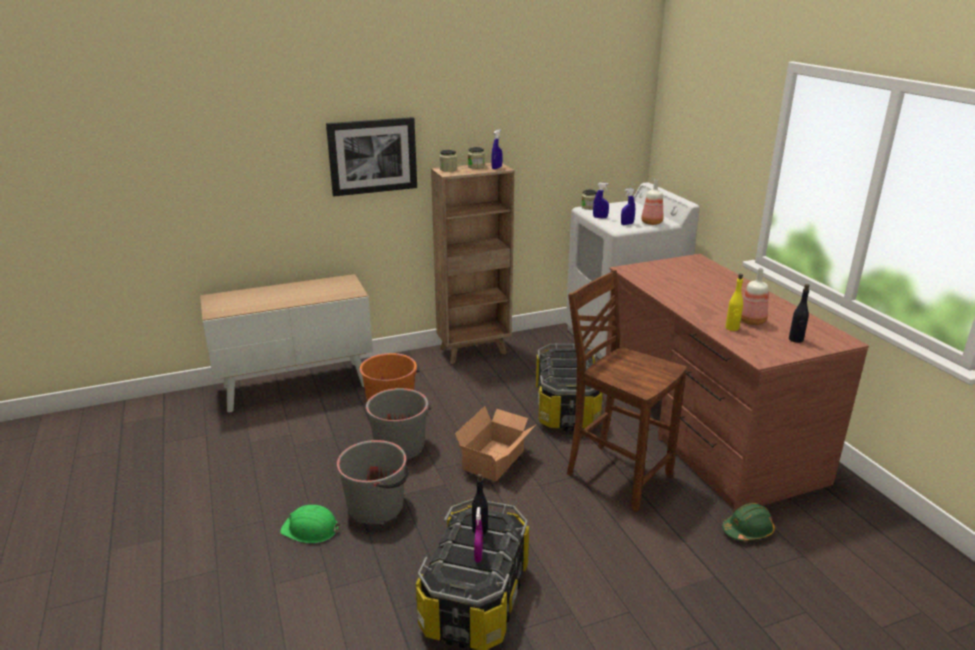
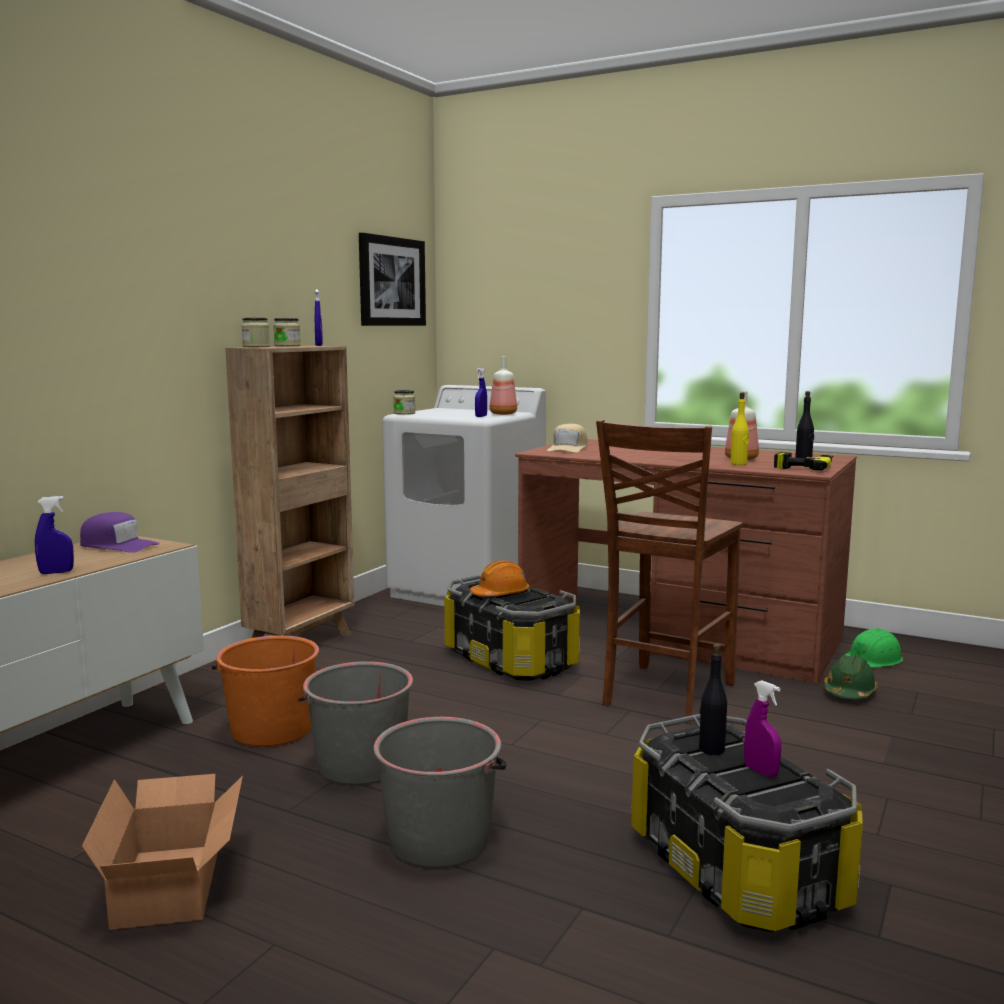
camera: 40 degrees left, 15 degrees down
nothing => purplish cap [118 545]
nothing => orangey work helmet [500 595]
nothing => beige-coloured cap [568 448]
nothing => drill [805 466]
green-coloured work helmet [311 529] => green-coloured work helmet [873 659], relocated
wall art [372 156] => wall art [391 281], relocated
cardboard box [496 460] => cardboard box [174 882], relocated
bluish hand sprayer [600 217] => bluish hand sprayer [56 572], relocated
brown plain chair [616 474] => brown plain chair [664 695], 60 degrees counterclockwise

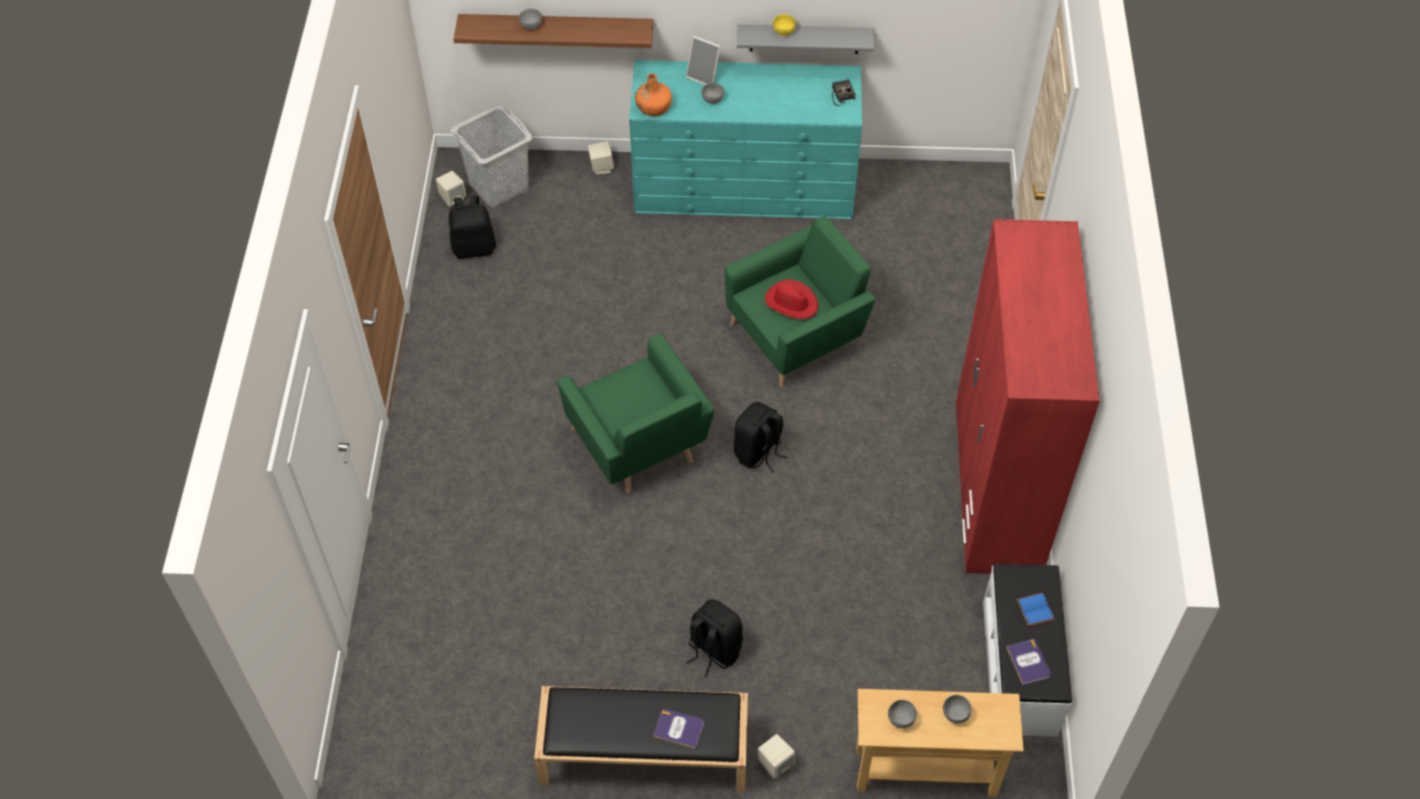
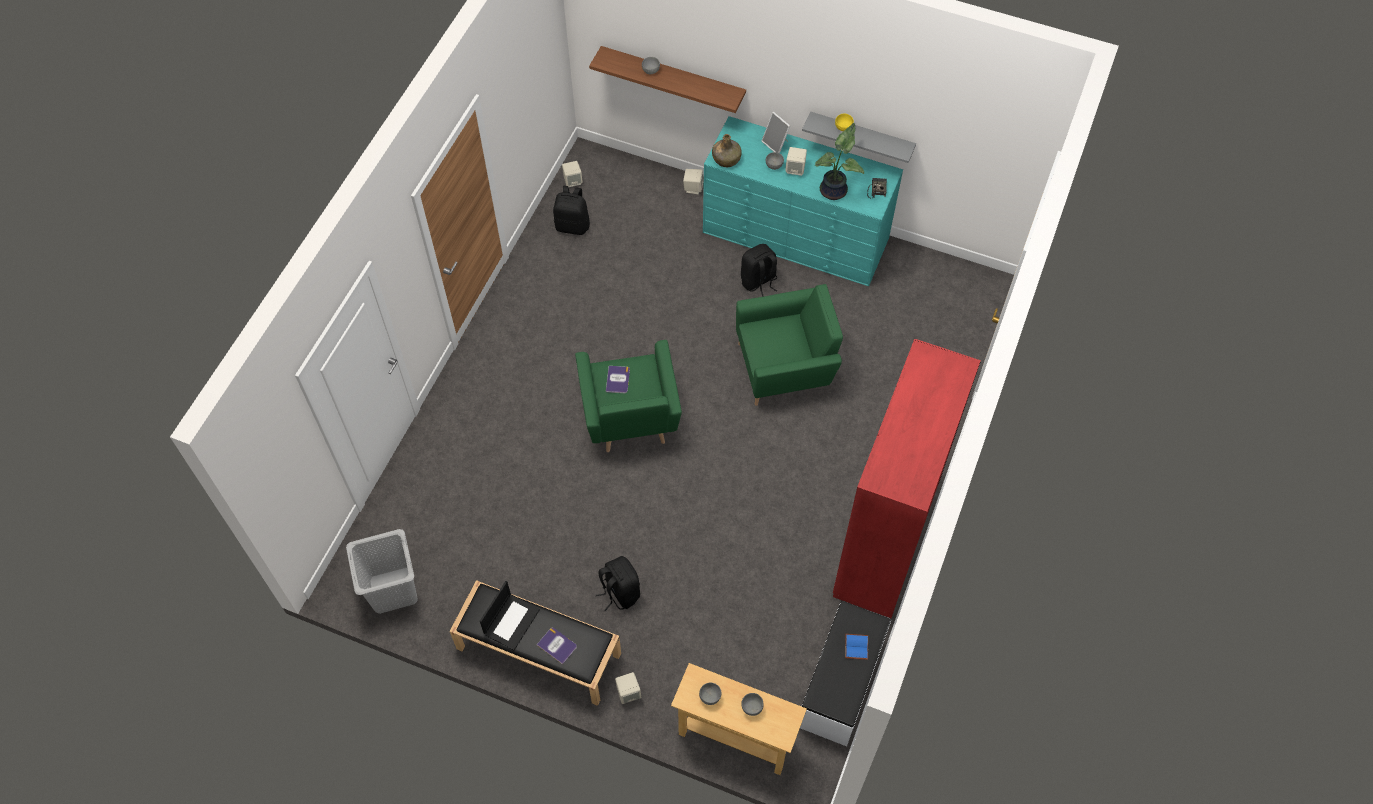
camera: 20 degrees right, 5 degrees up
red hat [791 302] => nothing
nothing => portable computer [511 621]
nothing => beige-coloured audio speaker [795 169]
nothing => potted plant [835 190]
grey hamper [498 186] => grey hamper [392 590], relocated
black-coloured rucksack [758 452] => black-coloured rucksack [758 282], relocated
volume [1028 662] => volume [618 380], relocated
orangey beverage bottle [653 107] => green-coloured beverage bottle [726 159]

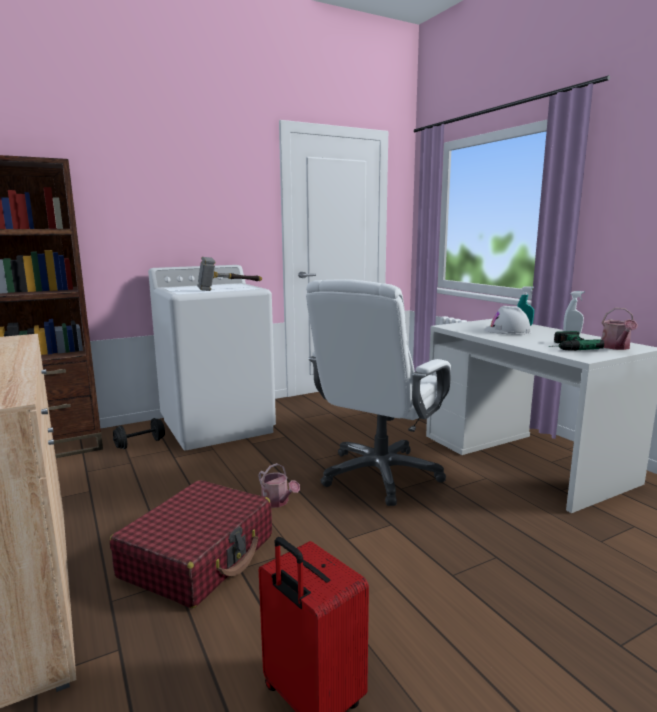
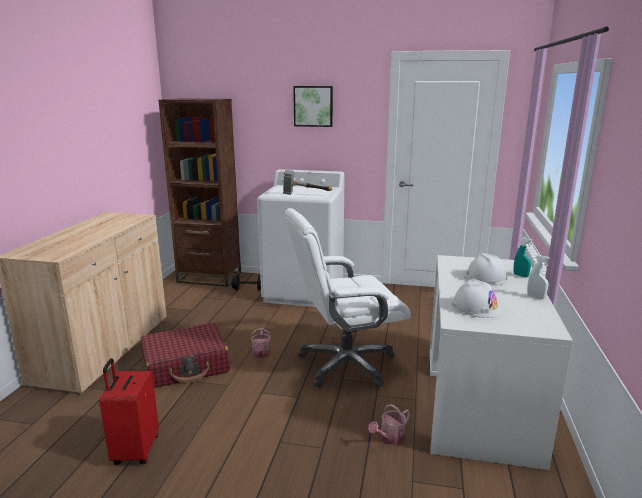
camera: 40 degrees right, 5 degrees up
nothing => wall art [313 106]
watering pot [616 347] => watering pot [390 438], relocated
drill [564 347] => whitish work helmet [476 307]

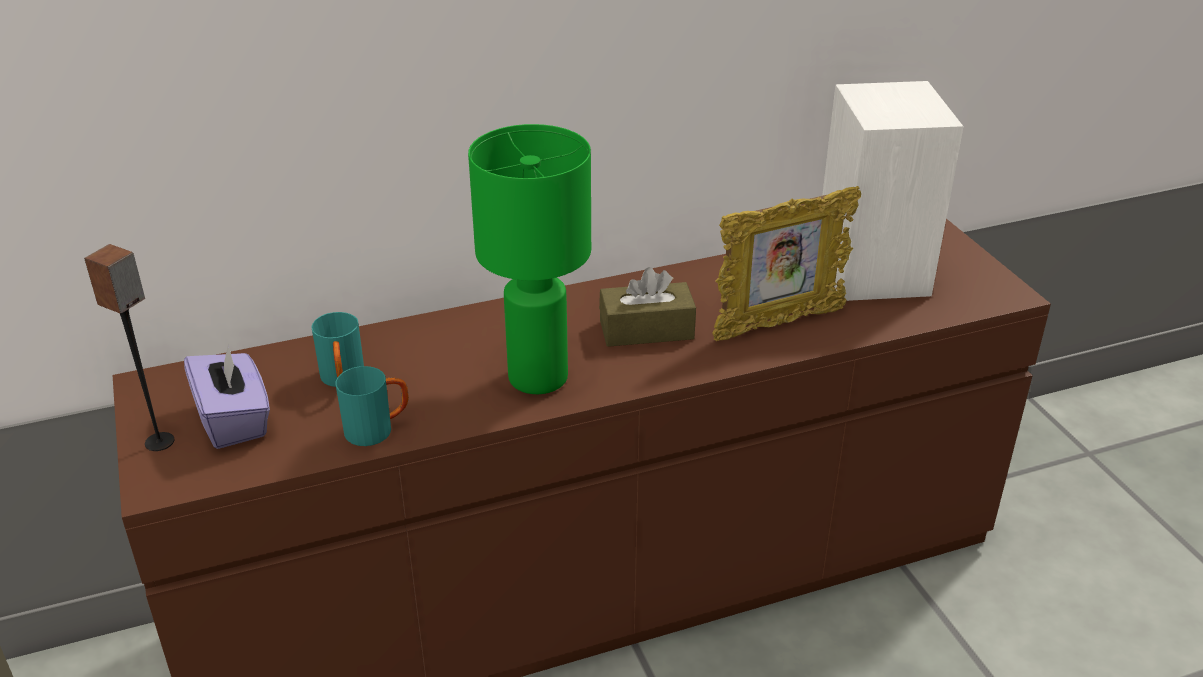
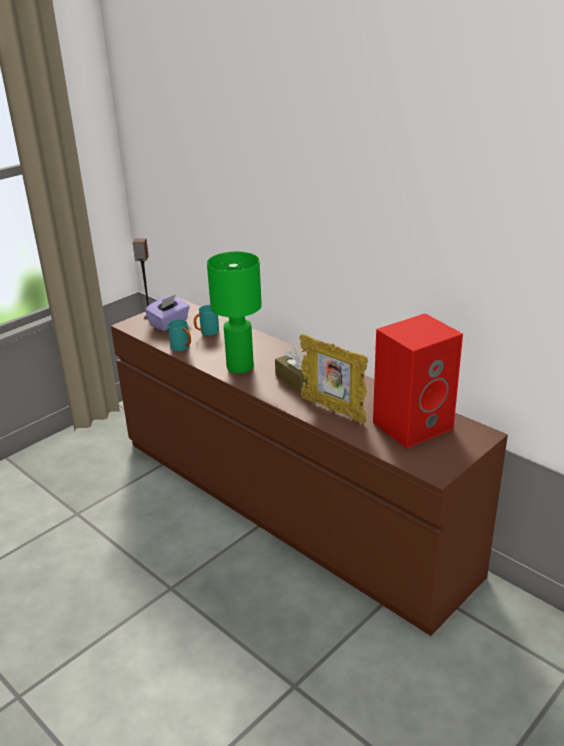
camera: 65 degrees right, 5 degrees down
whitish audio speaker [868 269] => red audio speaker [413 424]

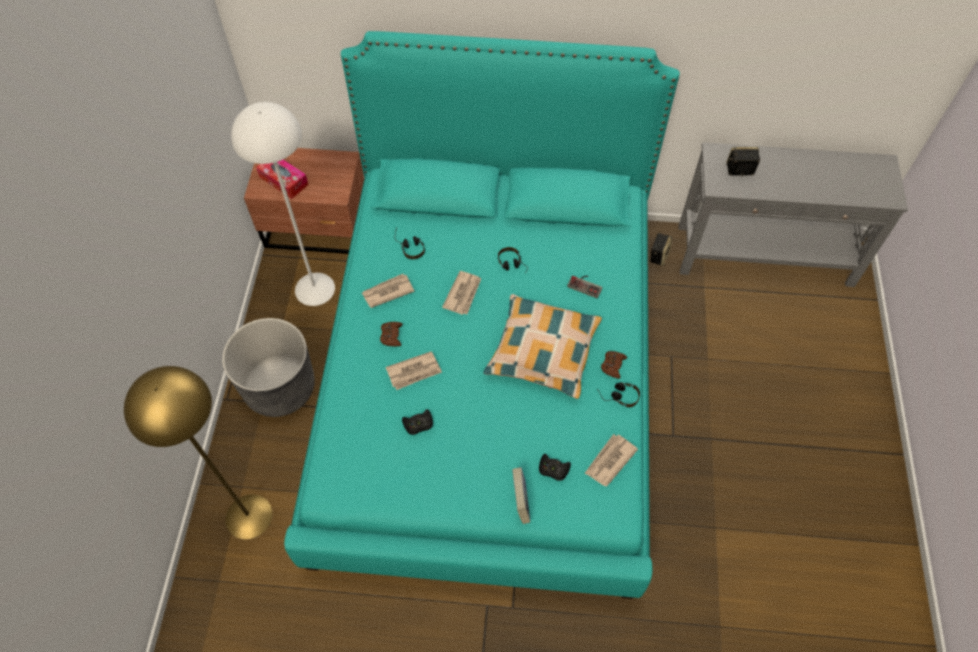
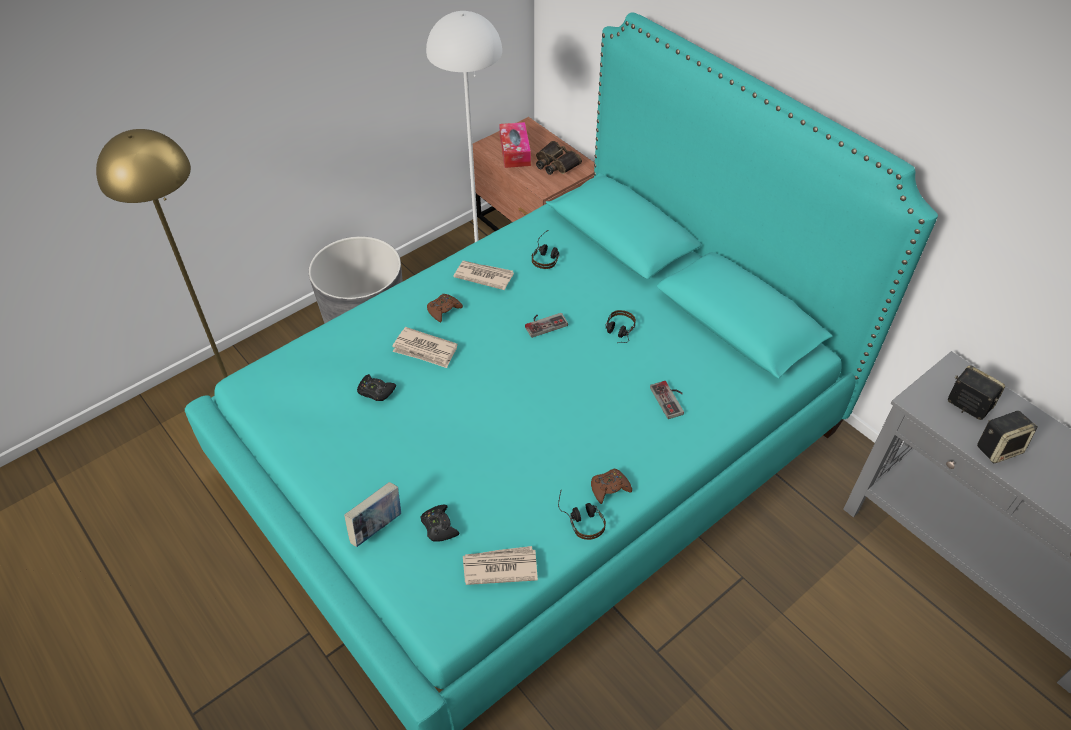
camera: 45 degrees right, 10 degrees down
cushion [543 351] => nothing
nothing => binoculars [555 163]
audio speaker [658 255] => audio speaker [998 448], relocated
daily paper [463 294] => gamepad [544 323]

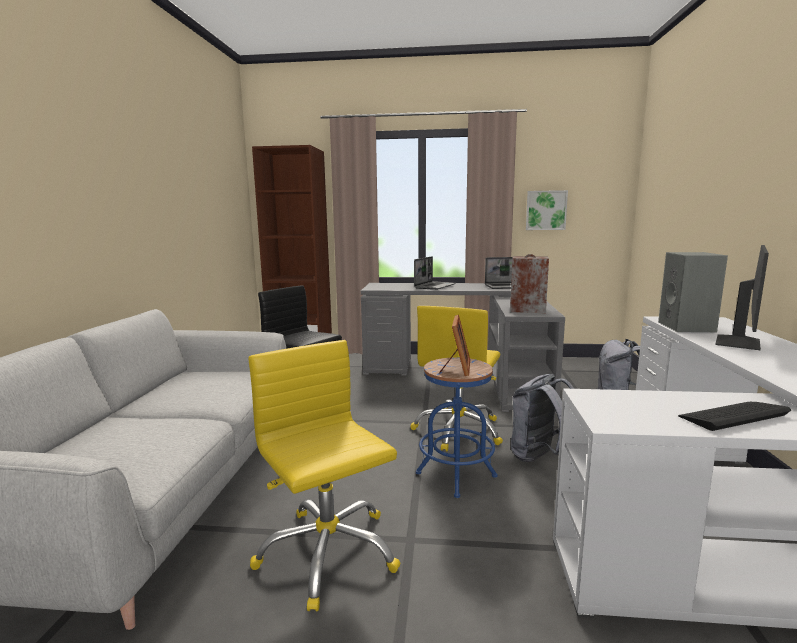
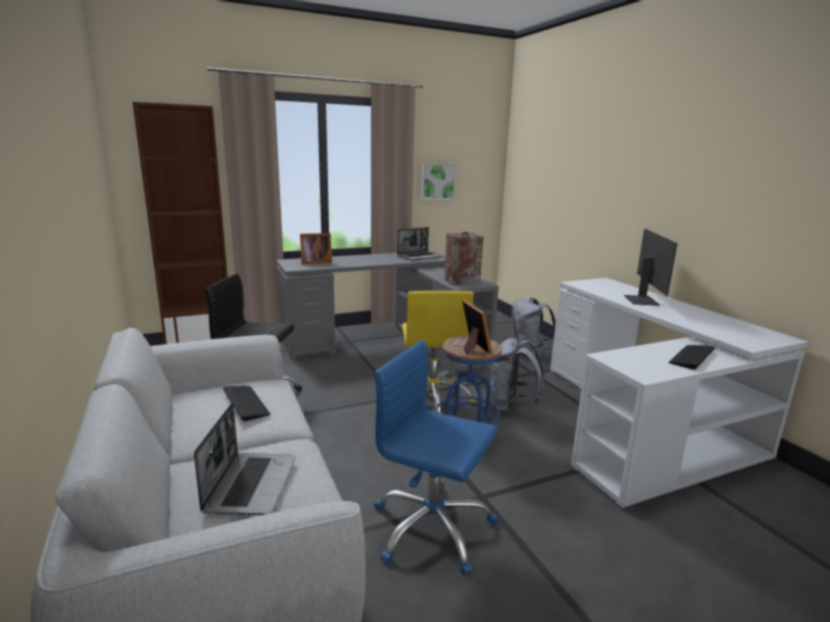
camera: 30 degrees left, 5 degrees up
grey audio speaker [688 327] => nothing
nothing => keyboard [246 403]
nothing => picture frame [315 262]
portable computer [434 286] => portable computer [250 484], relocated
yellow-coloured computer chair [327 552] => bluish computer chair [431 528]

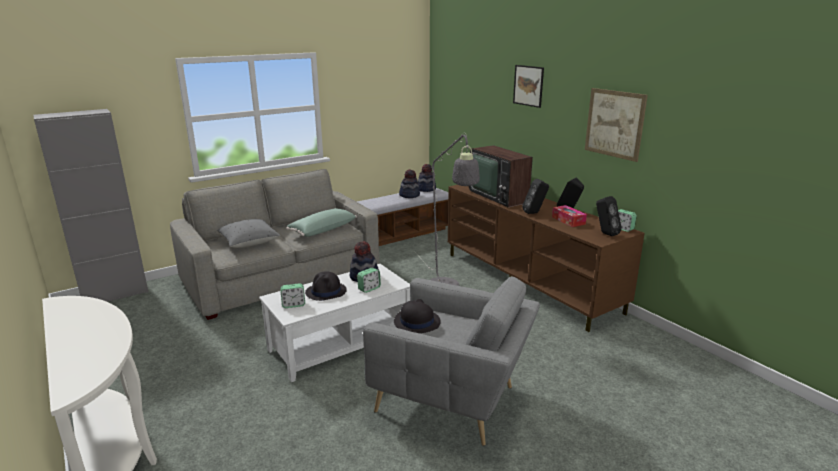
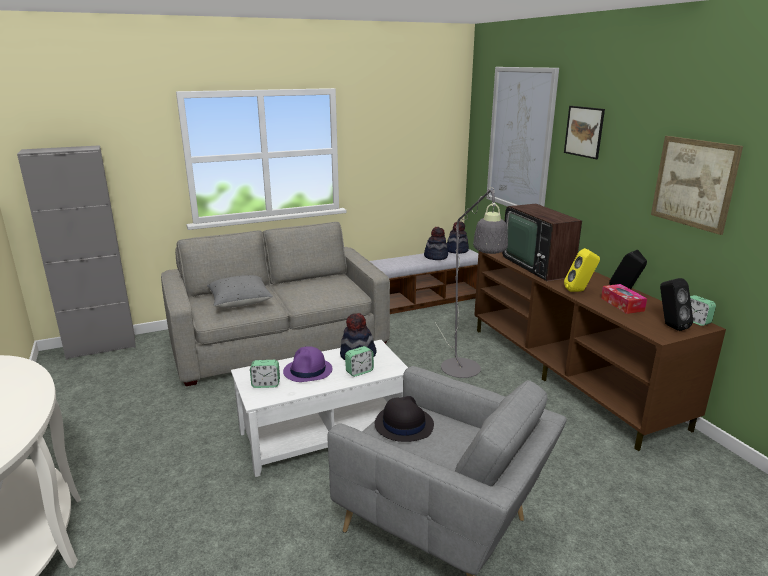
camera: 10 degrees right, 0 degrees up
green-coloured cushion [322 230] => nothing
nothing => wall art [520 140]
black-coloured hat [326 292] => purplish hat [308 371]
black-coloured audio speaker [535 213] => yellow-coloured audio speaker [579 291]

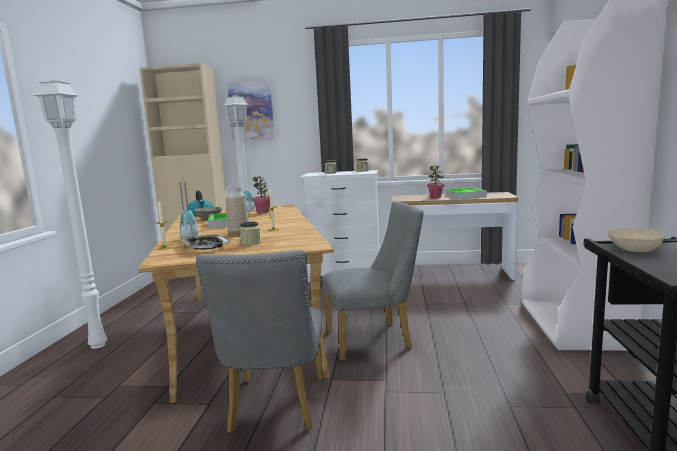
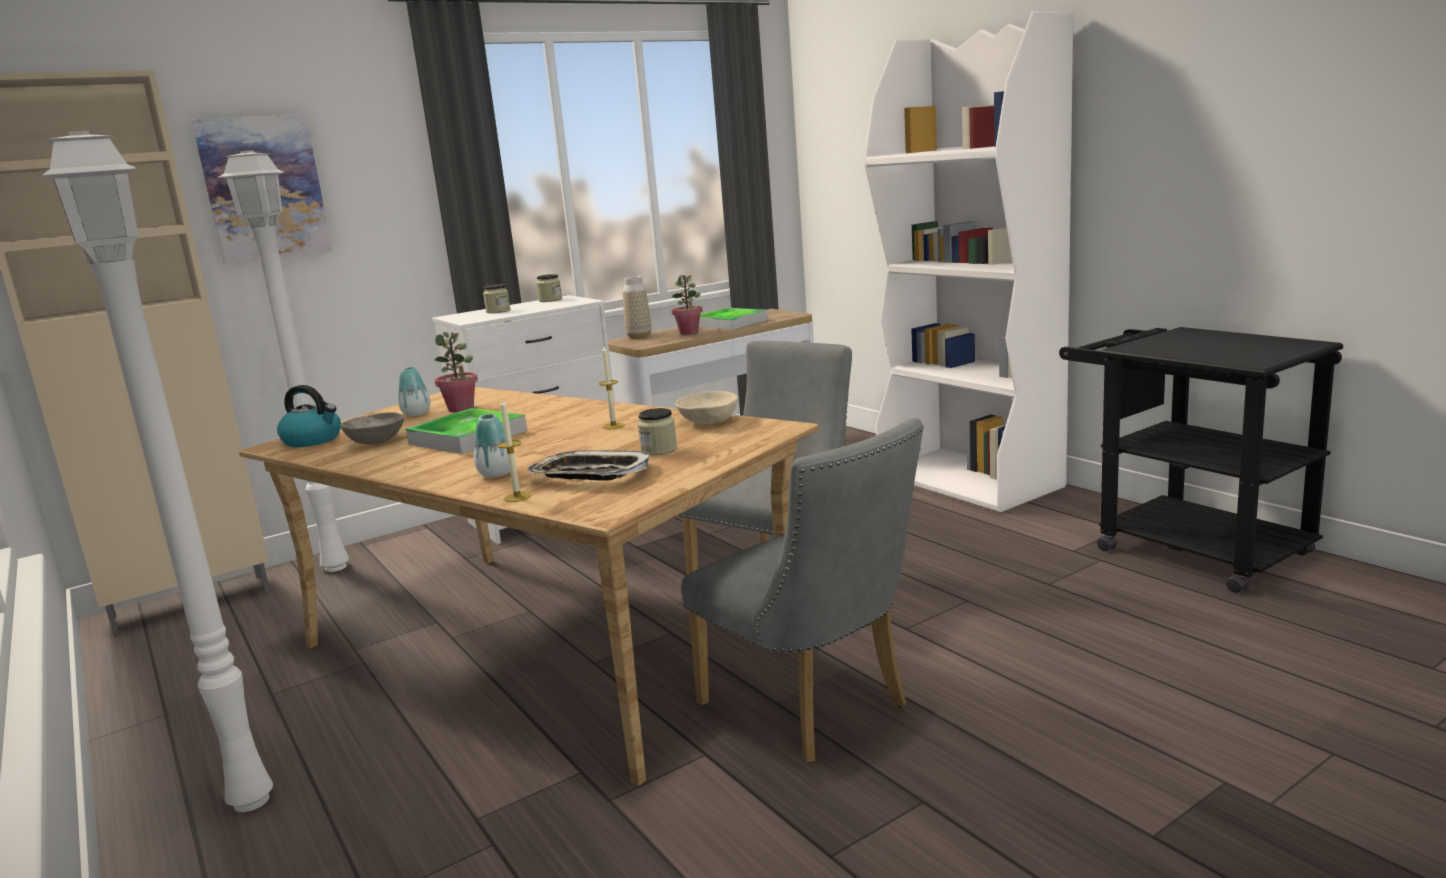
camera: 40 degrees left, 5 degrees up
vase [238 233] => vase [639 337], relocated
beige-coloured deep dish [635 250] => beige-coloured deep dish [709 421], relocated

